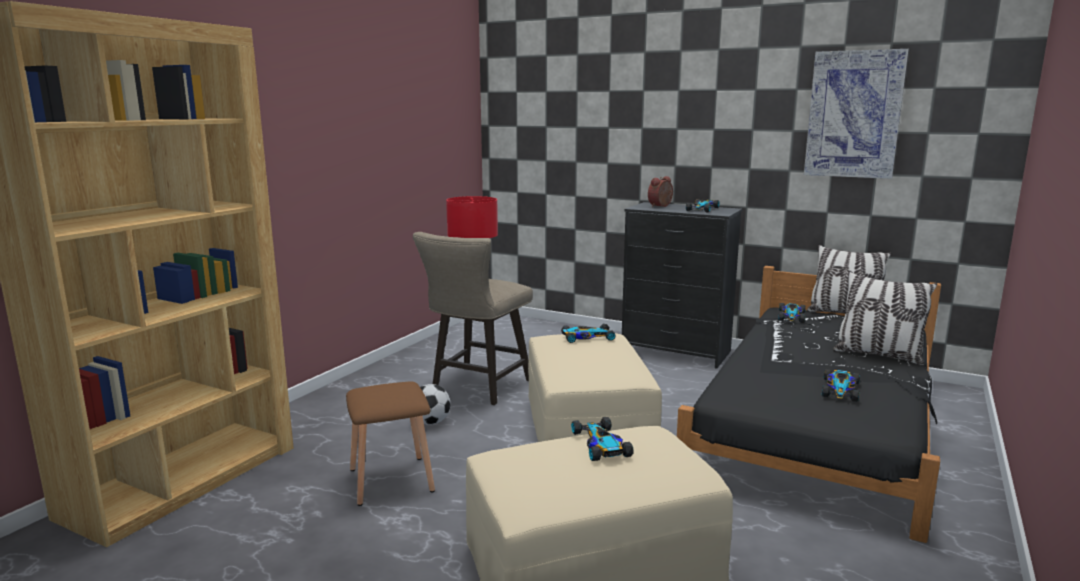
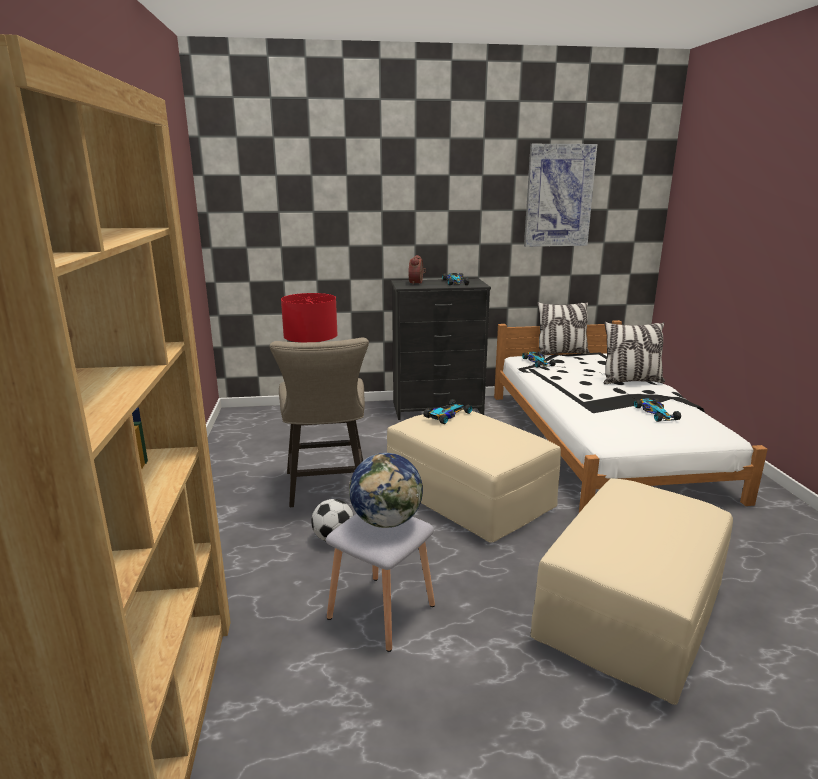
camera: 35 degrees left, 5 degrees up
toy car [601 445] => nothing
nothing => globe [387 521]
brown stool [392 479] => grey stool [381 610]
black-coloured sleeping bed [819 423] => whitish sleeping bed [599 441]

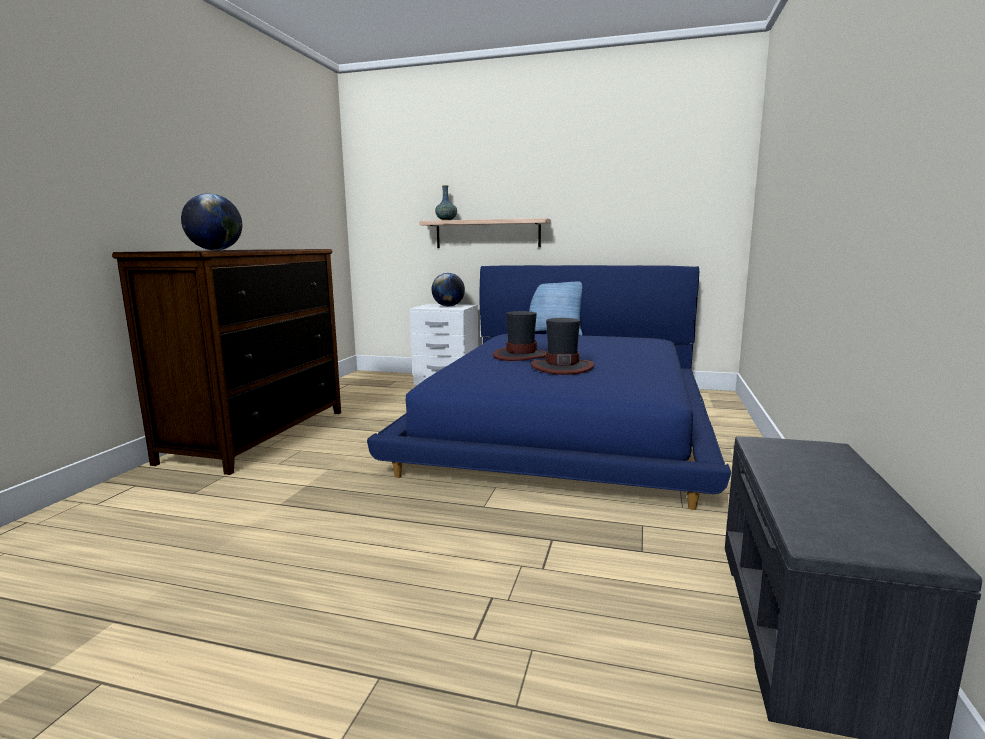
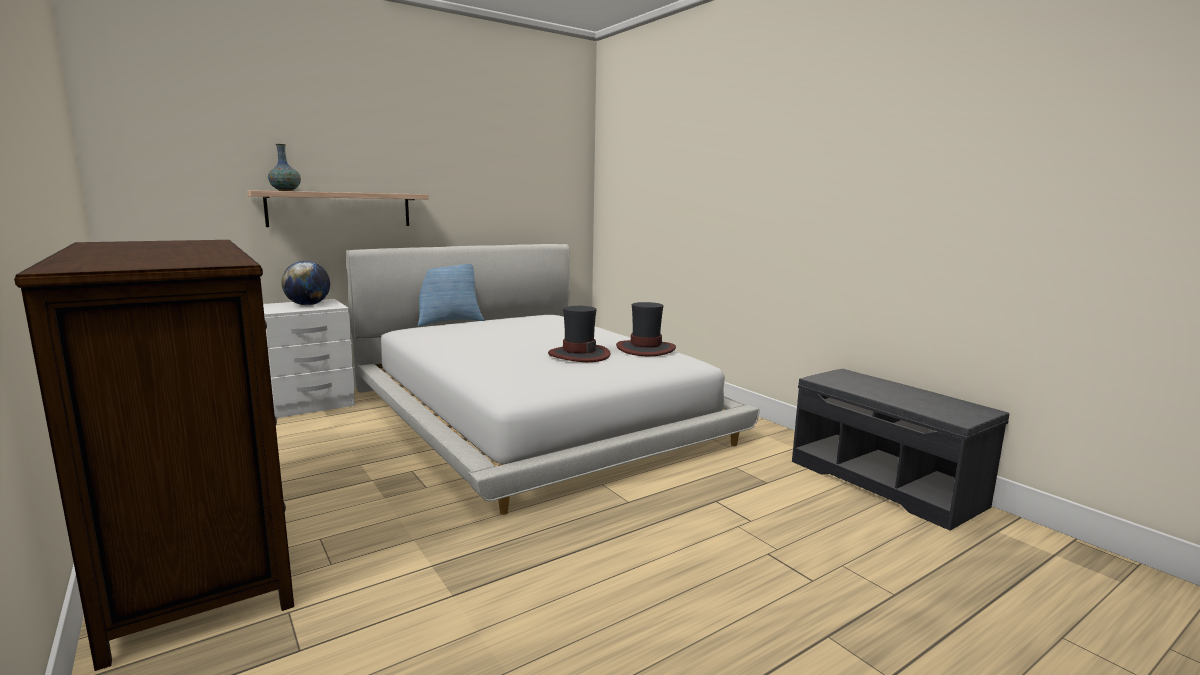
camera: 50 degrees left, 0 degrees up
globe [215 250] => nothing
hat [521 356] => hat [645 349], relocated
bluish sleeping bed [565 423] => whitish sleeping bed [533 413]

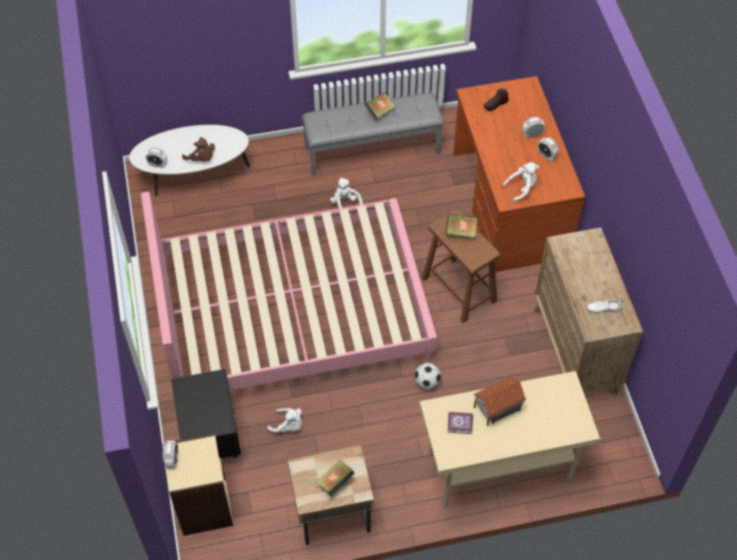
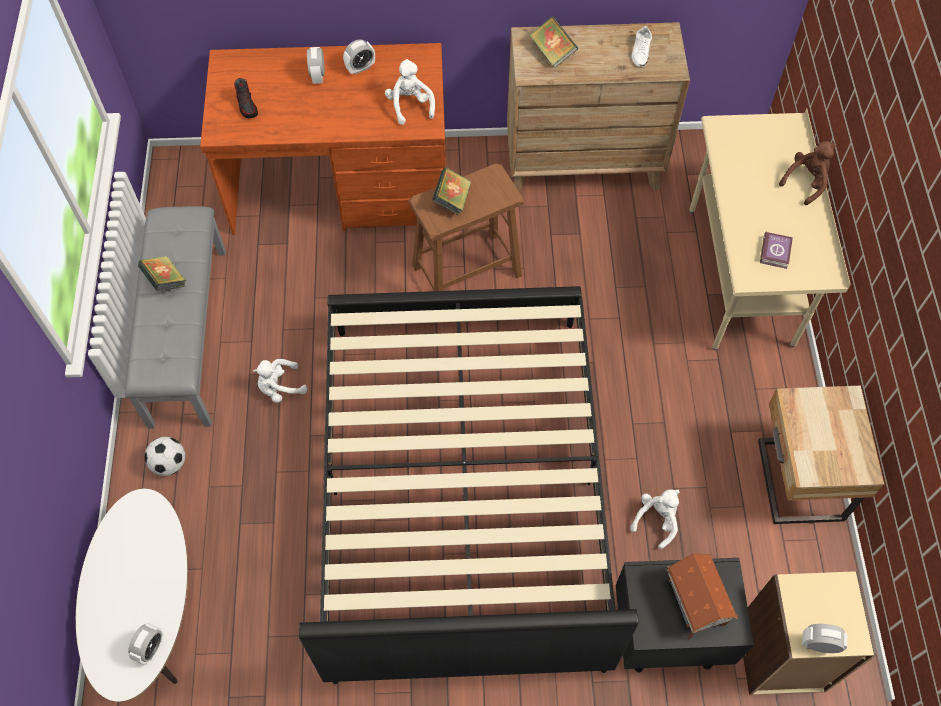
camera: 80 degrees left, 5 degrees up
brown plush toy [201 158] => brown plush toy [806 182], relocated
volume [335 482] => volume [552 52], relocated
football [427 382] => football [169 464], relocated
model house [496 408] => model house [693 604], relocated
pink-coloured sleeping bed [292 311] => black-coloured sleeping bed [461 488]

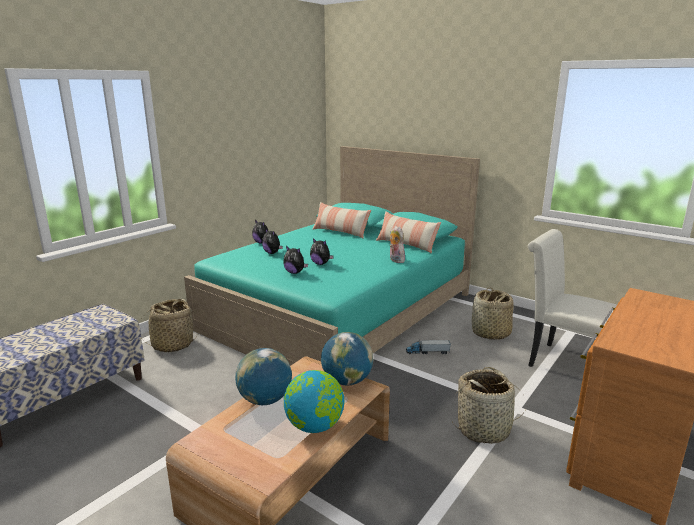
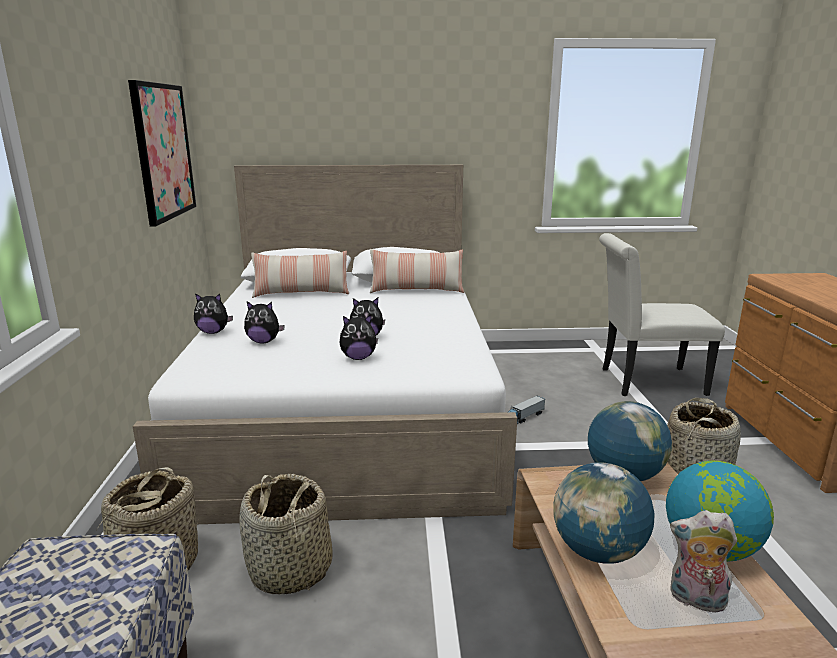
camera: 40 degrees left, 0 degrees up
nothing => wall art [163 151]
plush toy [395 260] => plush toy [695 600], relocated
basket [490 333] => basket [290 570], relocated
turquoise-coloured sleeping bed [340 311] => whitish sleeping bed [349 408]

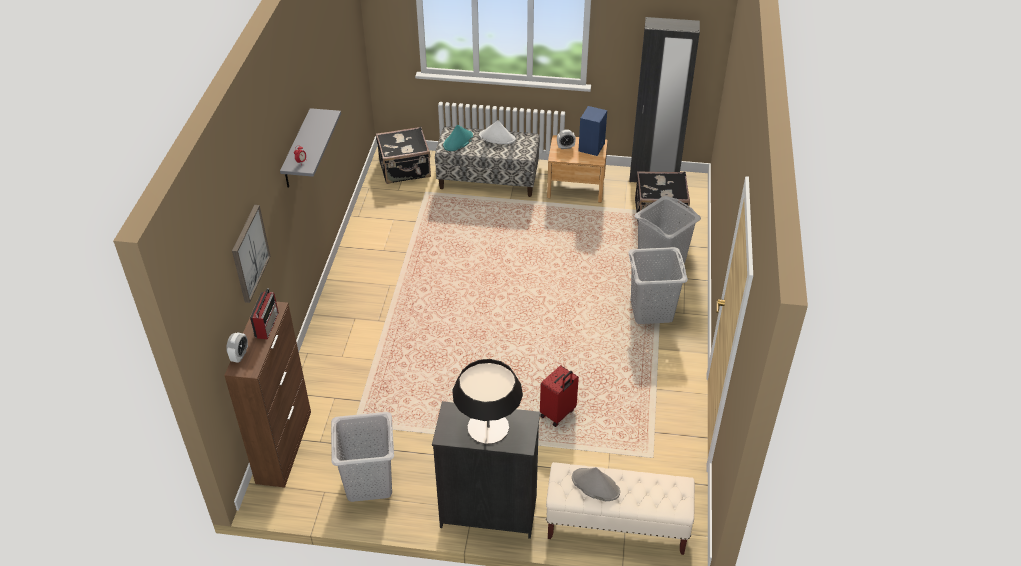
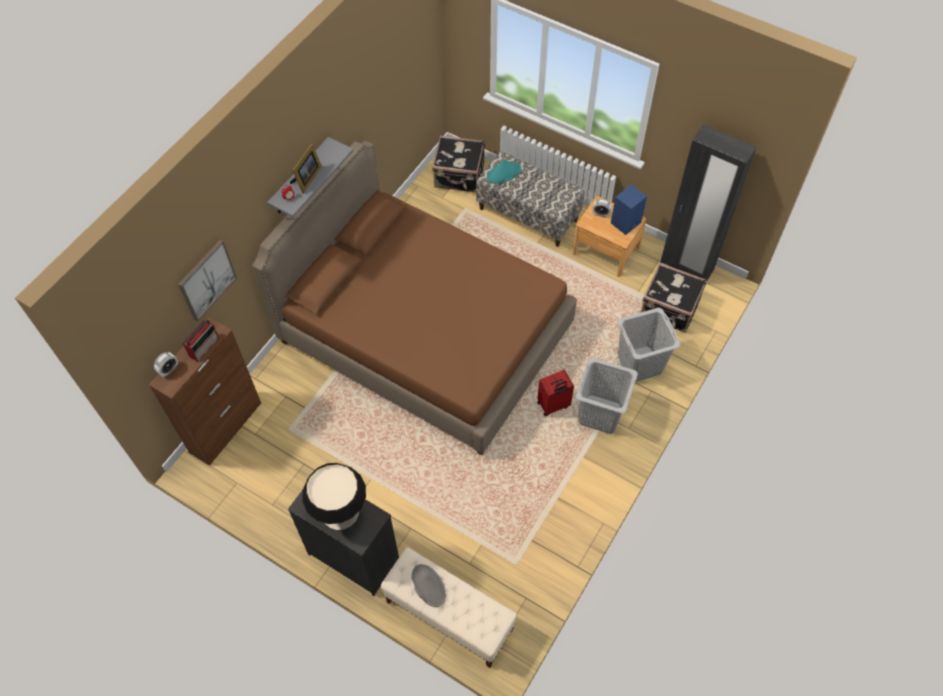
camera: 25 degrees right, 15 degrees up
grey hamper [369 482] => nothing
whitish hat [497 137] => nothing
nothing => brown sleeping bed [425 334]
nothing => picture frame [307 179]
red piece of luggage [558 414] => red piece of luggage [553 405], relocated

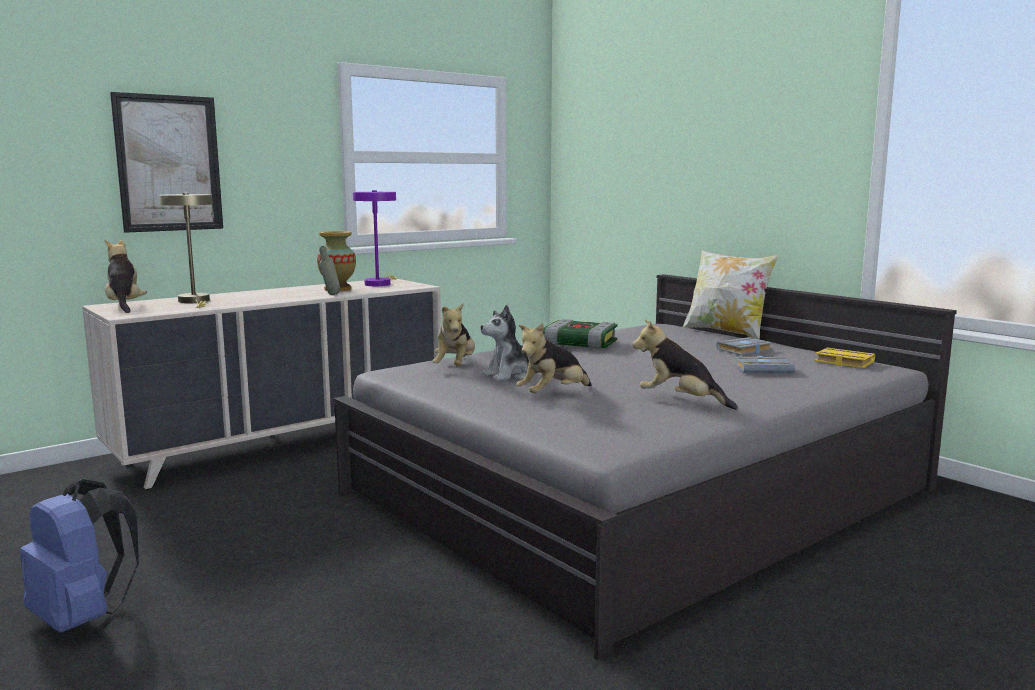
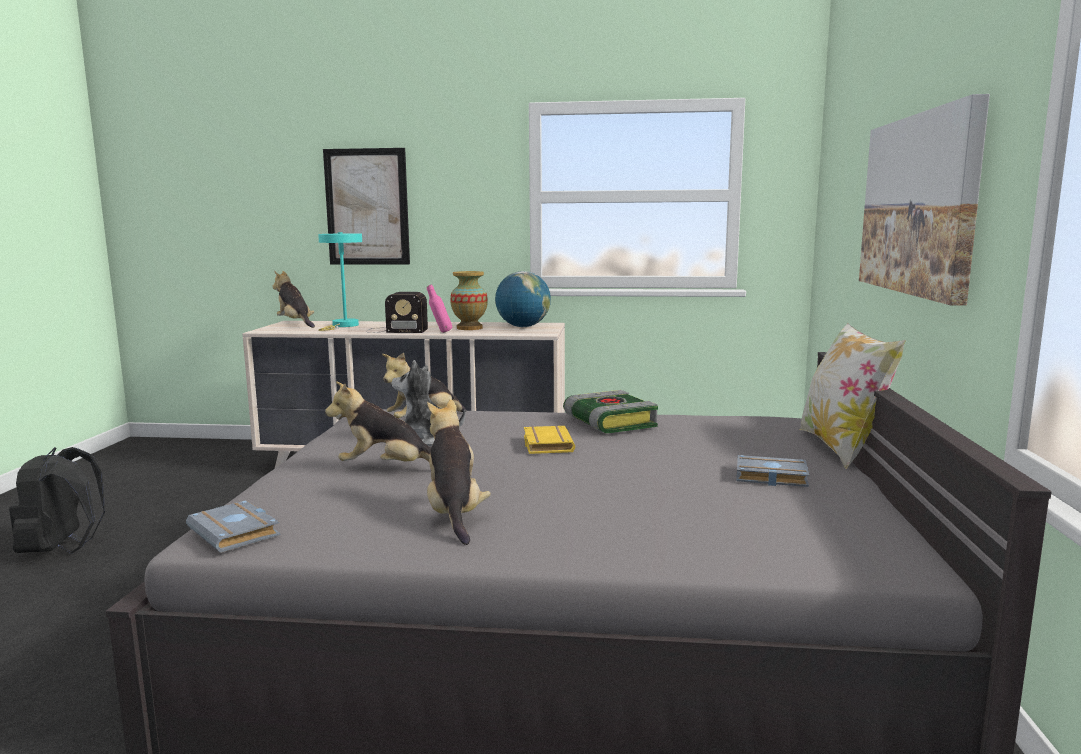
camera: 45 degrees right, 0 degrees up
nothing => radio [394 330]
nothing => wall art [919 205]
grey volume [764 369] => grey volume [237 533], relocated
yellow-coloured volume [842 362] => yellow-coloured volume [545 444], relocated
purplish lamp for a table [379 284] => globe [523 327]
bluish rucksack [83 618] => black-coloured rucksack [61 549]
beige-coloured lamp for a table [195 301] => turquoise-coloured lamp for a table [343 326]
grey beverage bottle [330 295] => pink-coloured beverage bottle [440 332]
plush toy [125 306] => plush toy [296 324], 60 degrees counterclockwise

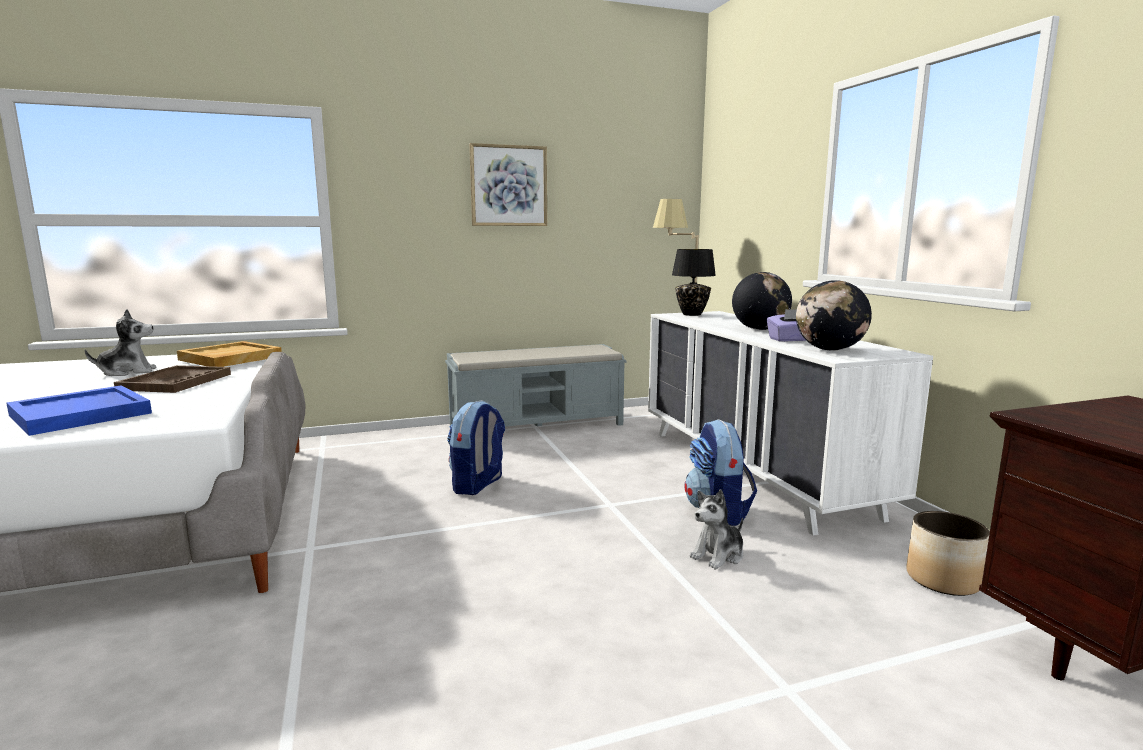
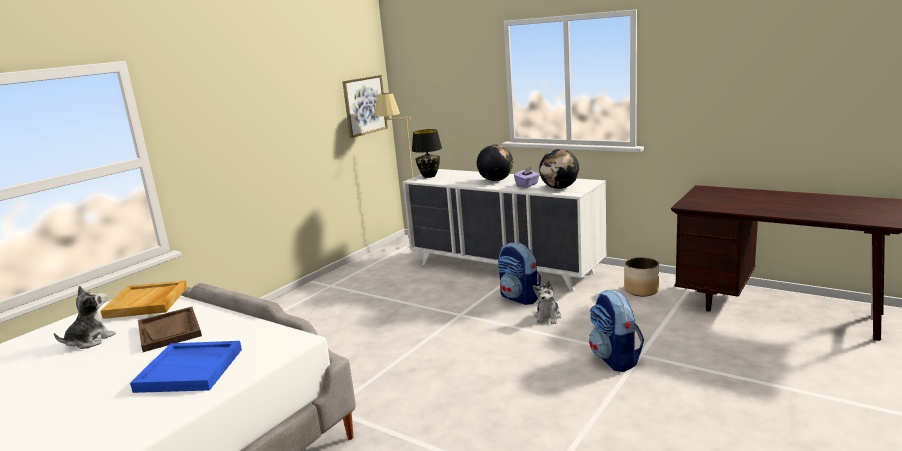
camera: 35 degrees left, 5 degrees up
grey bench [537 425] => nothing
rucksack [478 485] => rucksack [615 359], relocated
wall art [508 186] => wall art [364 105], relocated

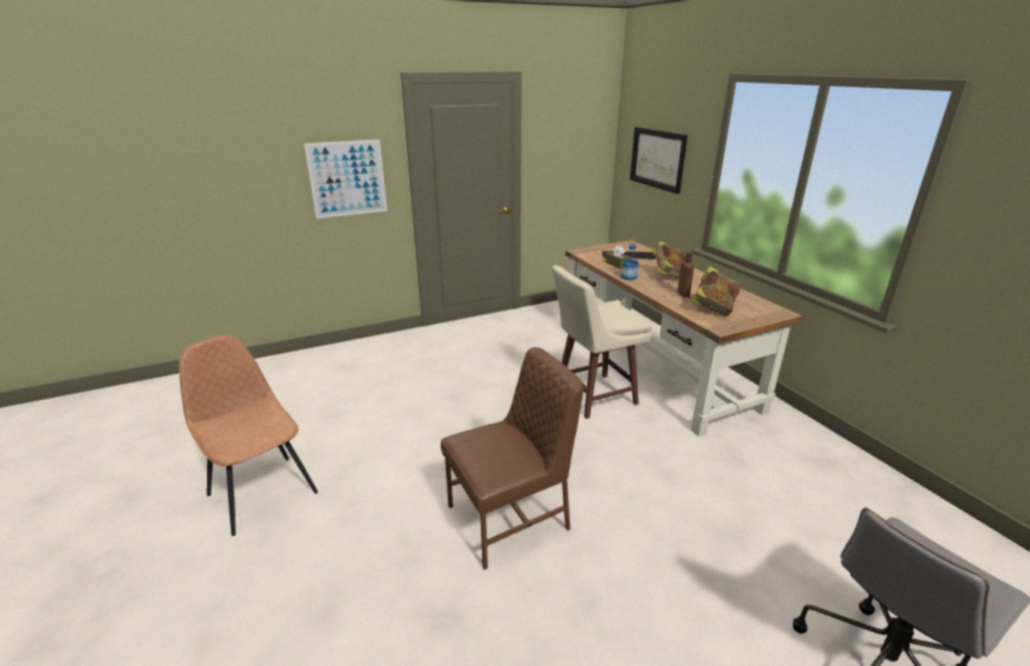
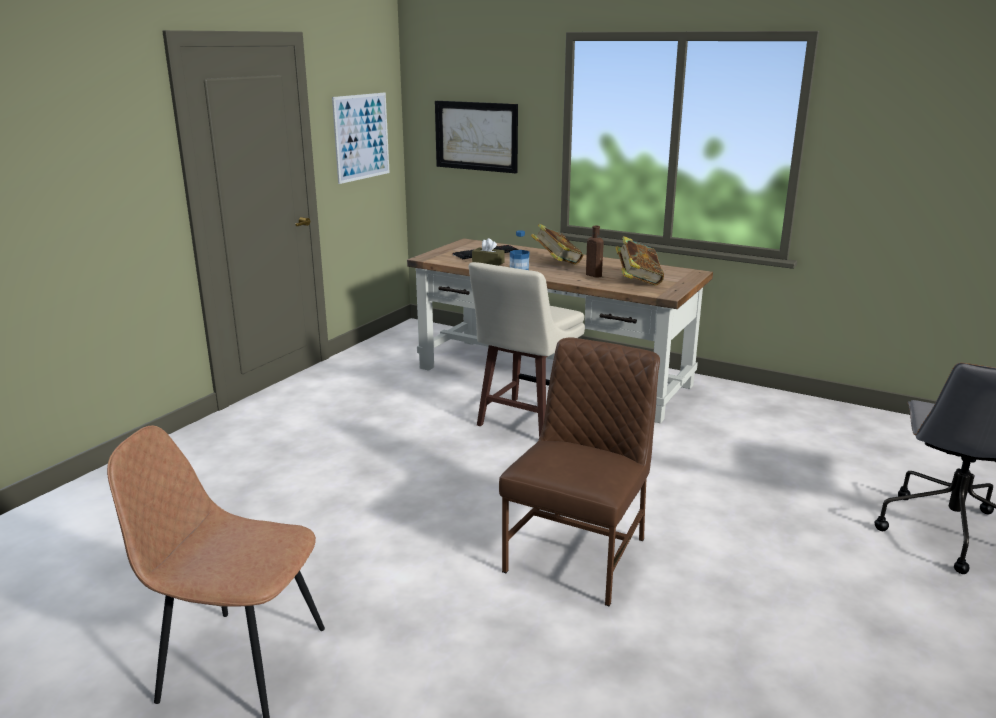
camera: 35 degrees left, 5 degrees down
wall art [347 178] => wall art [361 137], relocated

